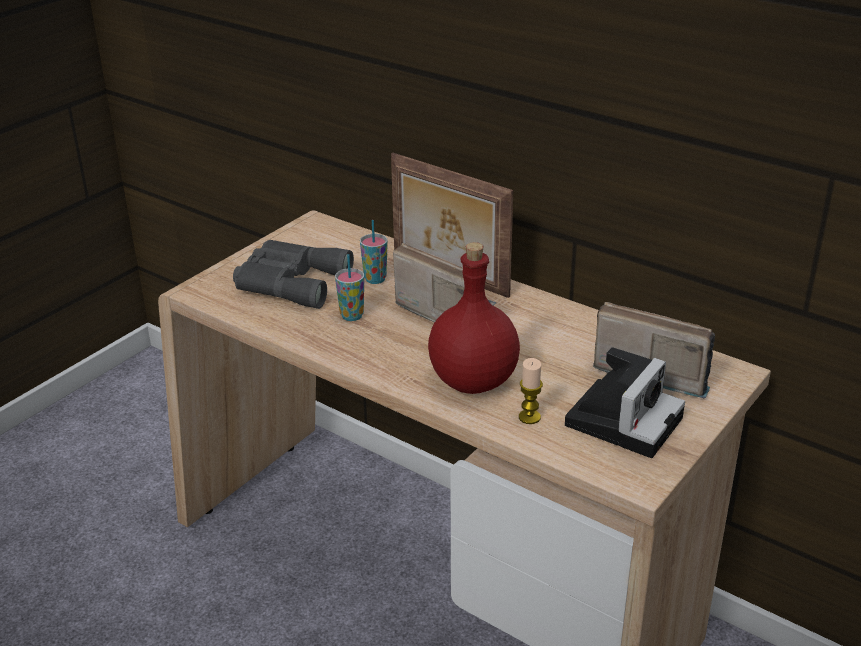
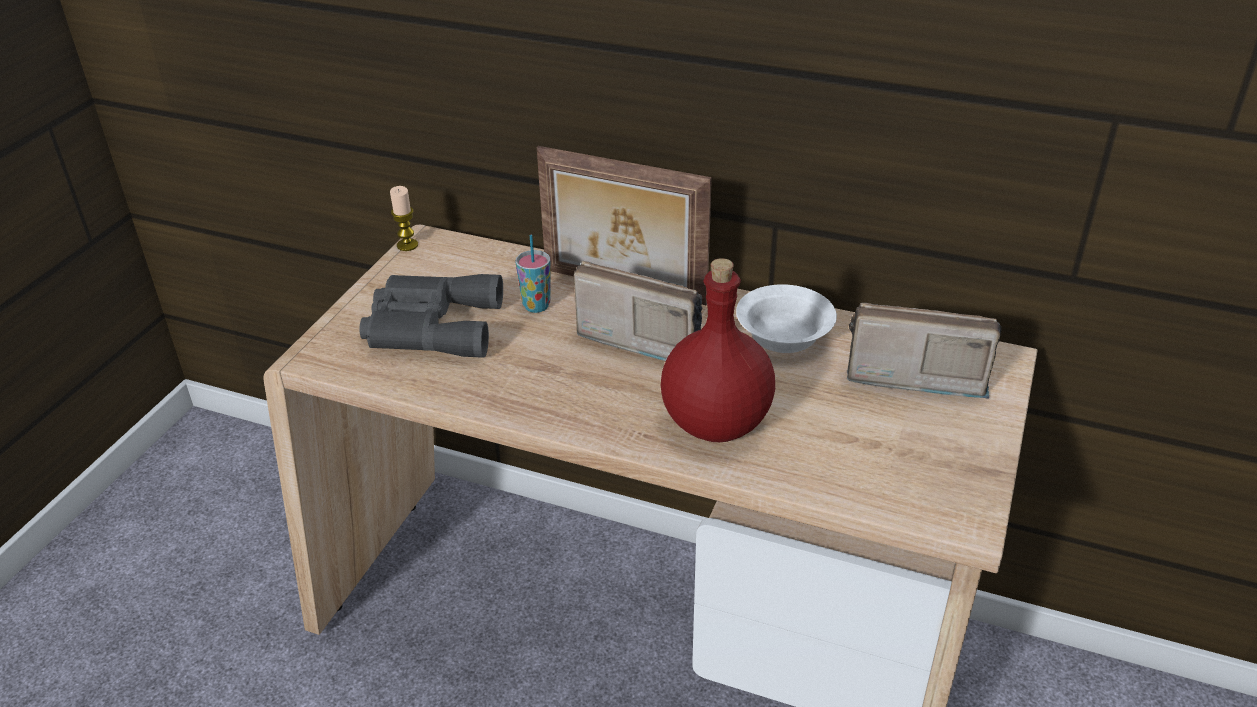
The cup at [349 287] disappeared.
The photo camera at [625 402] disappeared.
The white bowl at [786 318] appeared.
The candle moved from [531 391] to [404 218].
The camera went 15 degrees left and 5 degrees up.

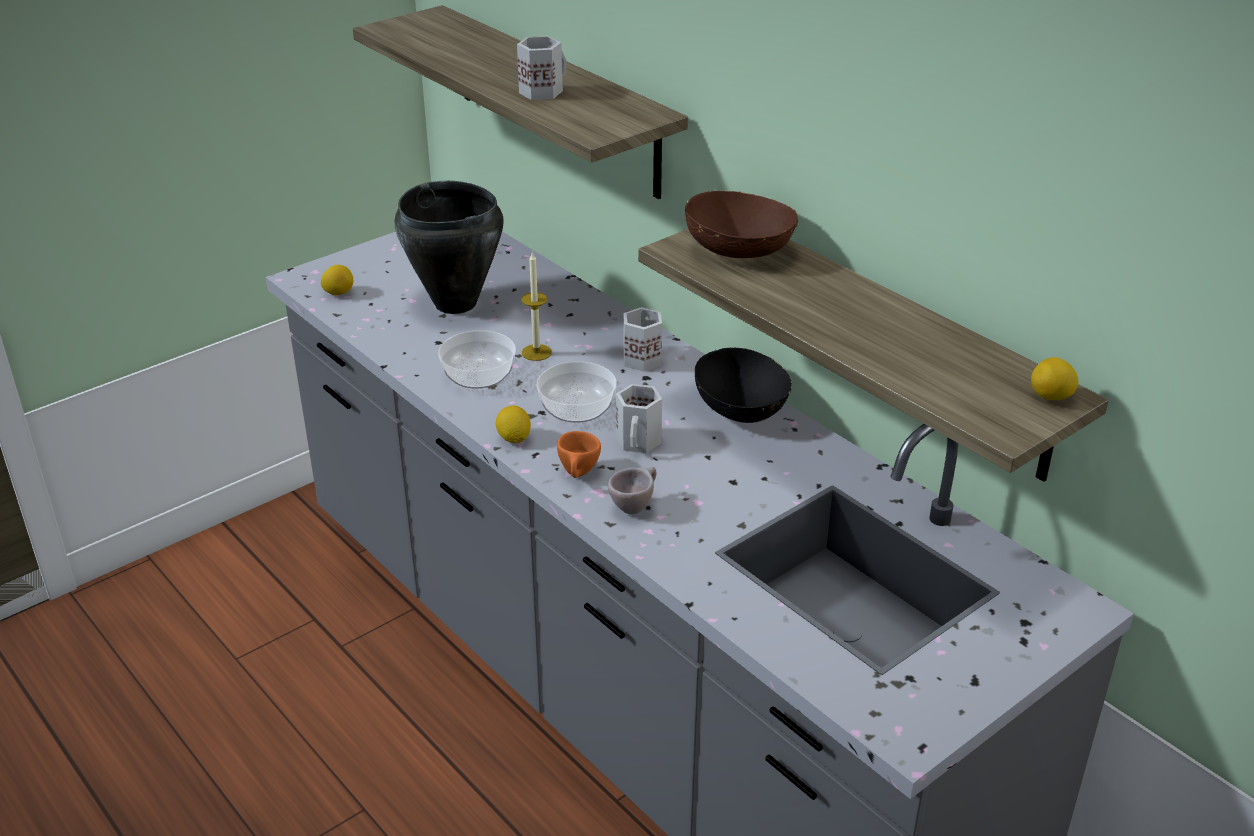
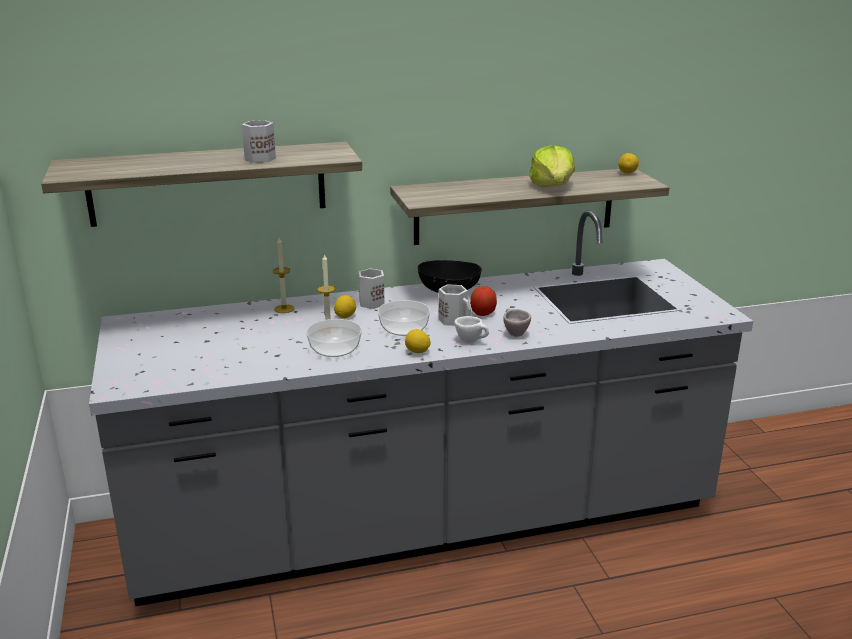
The black cooking pot at [449 247] disappeared.
The brown bowl at [741 224] disappeared.
The candle at [284 275] appeared.
The apple at [483 301] appeared.
The lettuce at [552 166] appeared.
The lemon moved from [337 280] to [345 306].
The orange cup at [579 454] became the white cup at [471 329].
The camera went 65 degrees left and 10 degrees down.

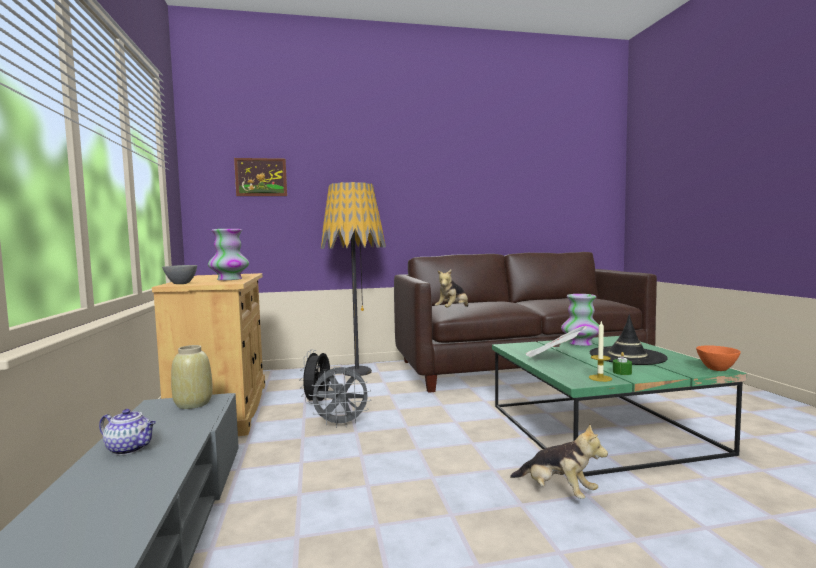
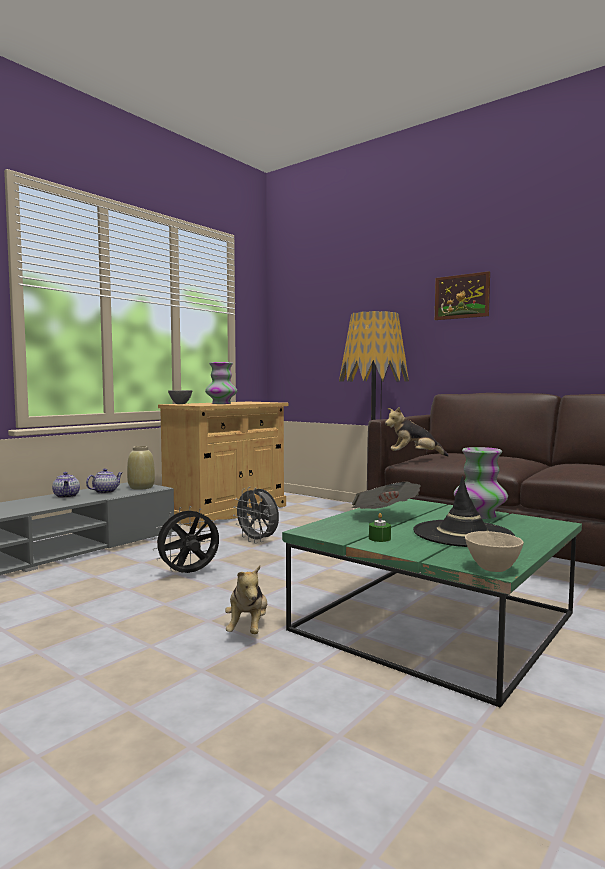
The candle at [600 352] disappeared.
The teapot at [104 481] appeared.
The picture moved from [260 177] to [462 295].
The black fan moved from [314 376] to [186 539].
The orange bowl at [718 358] became the beige bowl at [494 551].
The camera went 50 degrees right and 0 degrees up.

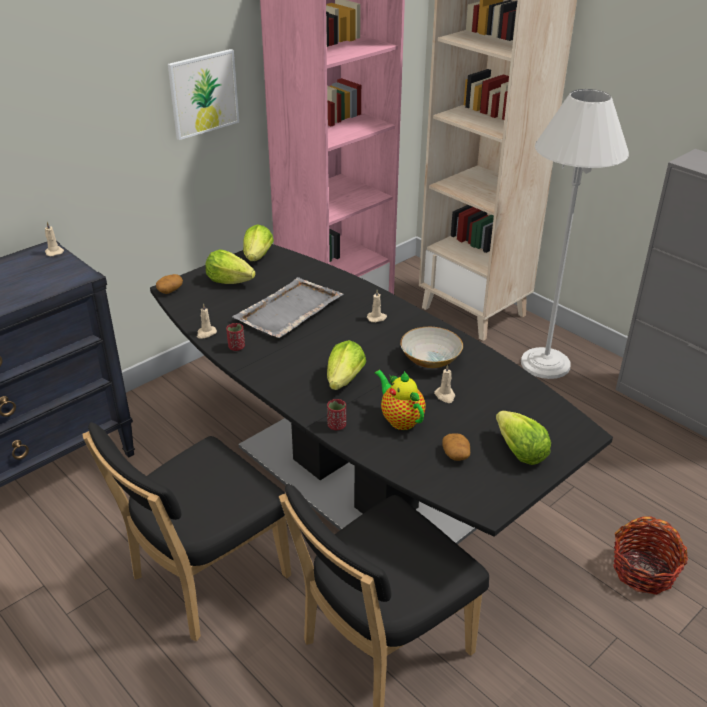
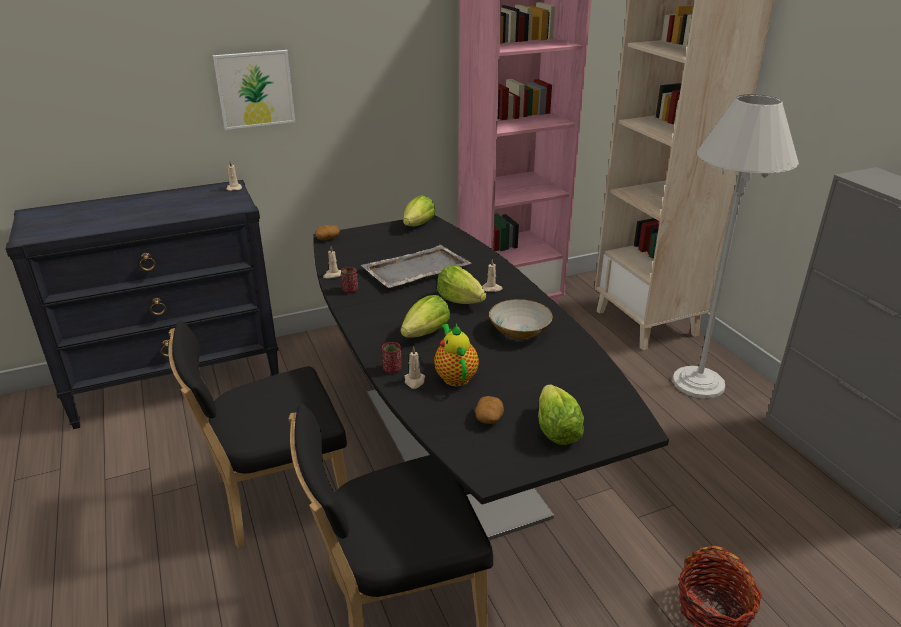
The picture moved from [203 94] to [254 90].
The lettuce moved from [230 266] to [461 284].
The beige candle moved from [444 383] to [415 367].
The camera went 20 degrees right and 5 degrees down.

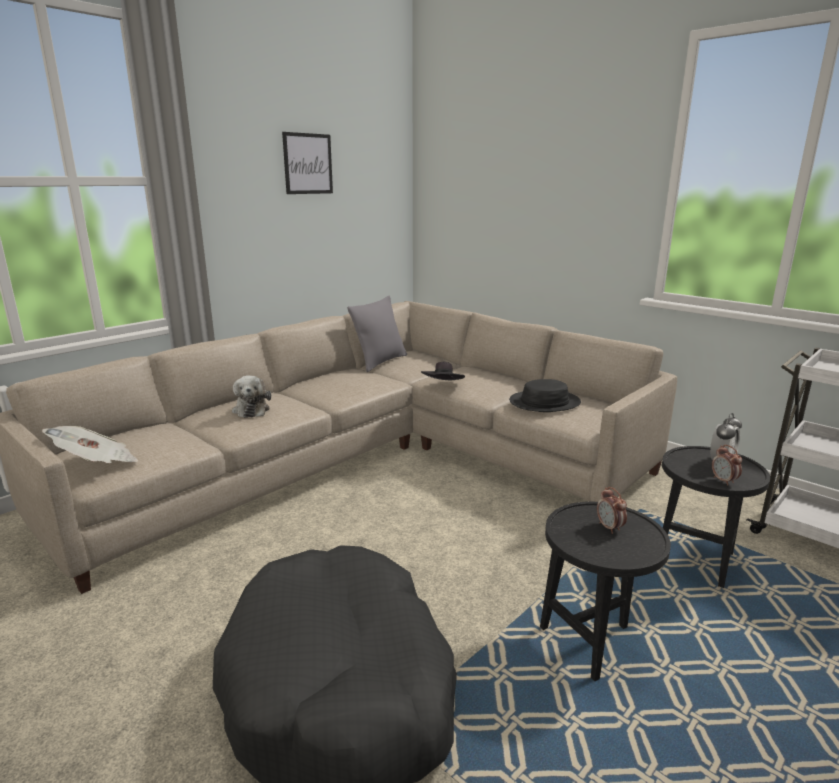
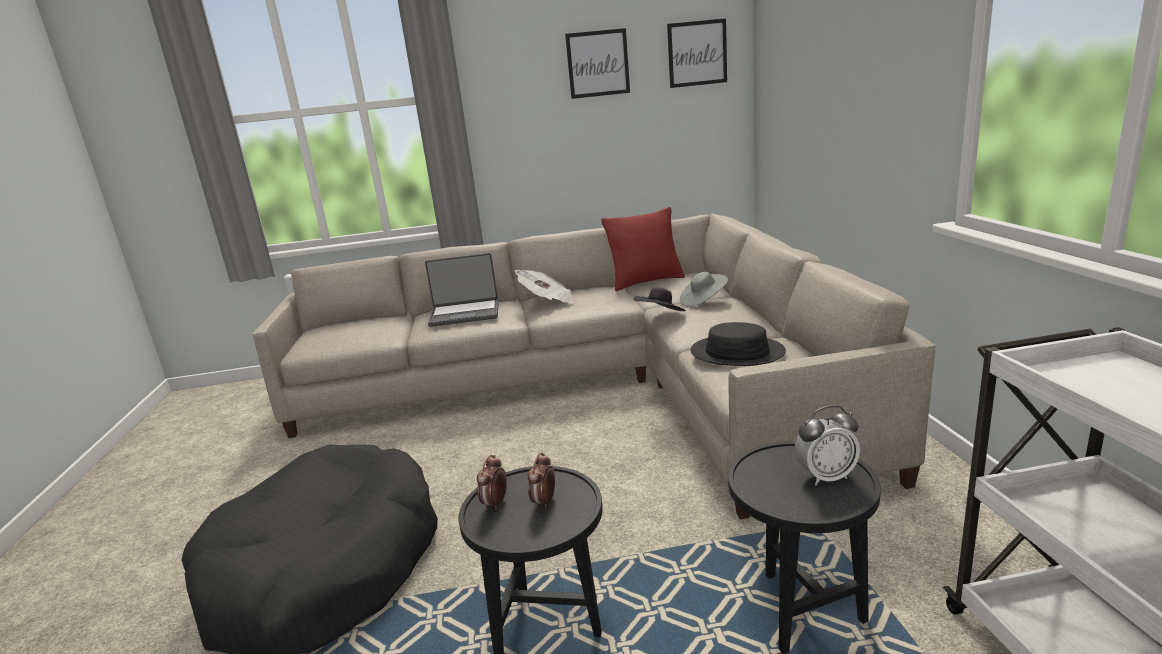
The picture at [697 53] appeared.
The grey hat at [704 289] appeared.
The newspaper moved from [90 444] to [543 286].
The alarm clock moved from [727 465] to [492 482].
The plush toy at [251 396] was replaced by the laptop at [462 290].
The grey pillow at [377 334] became the red pillow at [643 249].
The camera went 40 degrees right and 0 degrees up.

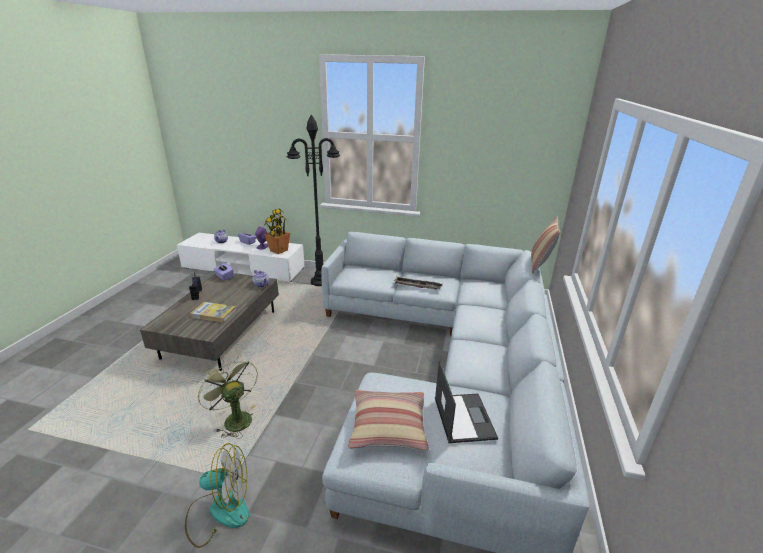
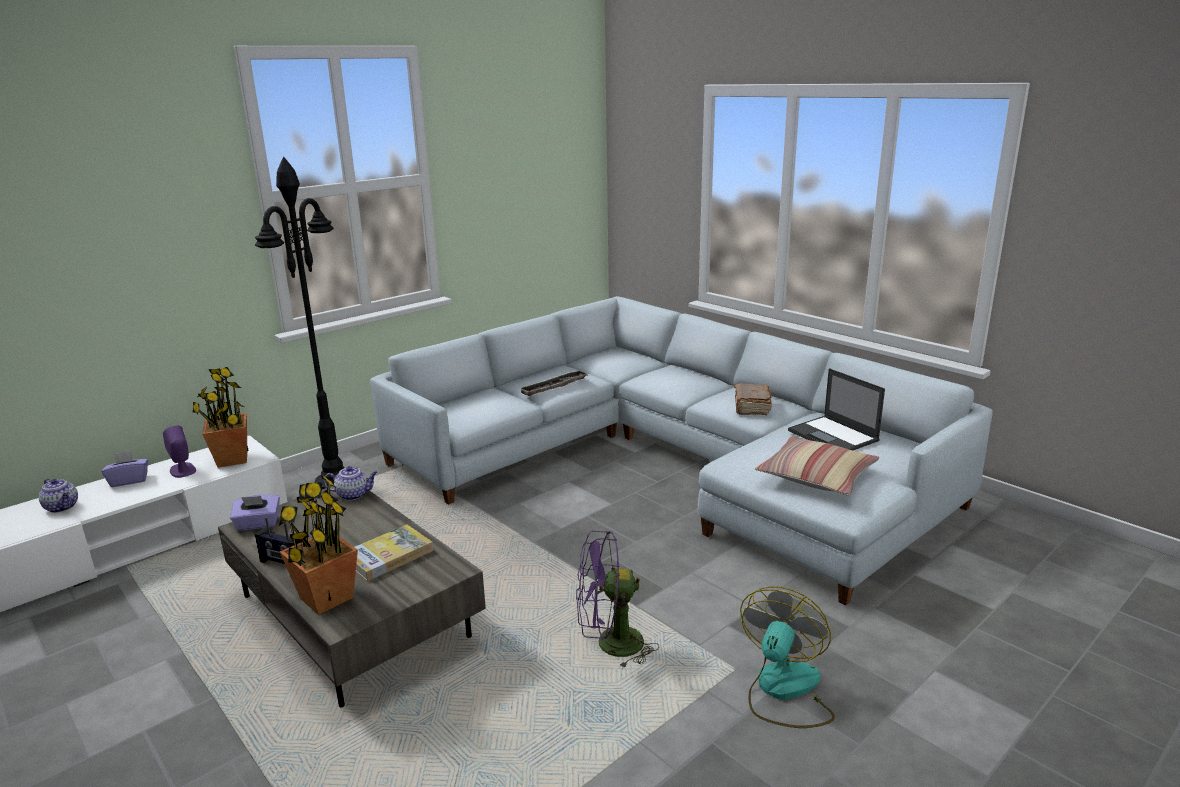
The pillow at [545 244] disappeared.
The potted plant at [318 545] appeared.
The brown book at [753 399] appeared.
The green fan at [226 397] became the purple fan at [617 600].
The laptop at [466 402] turned 150 degrees counterclockwise.
The camera went 55 degrees left and 5 degrees down.

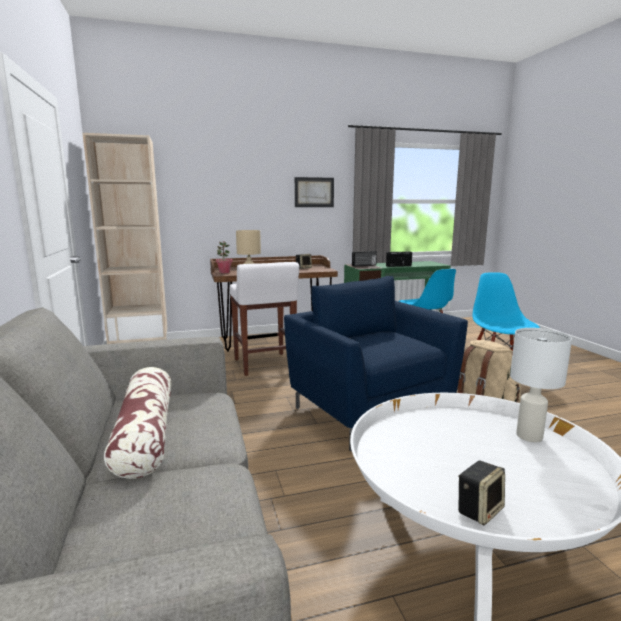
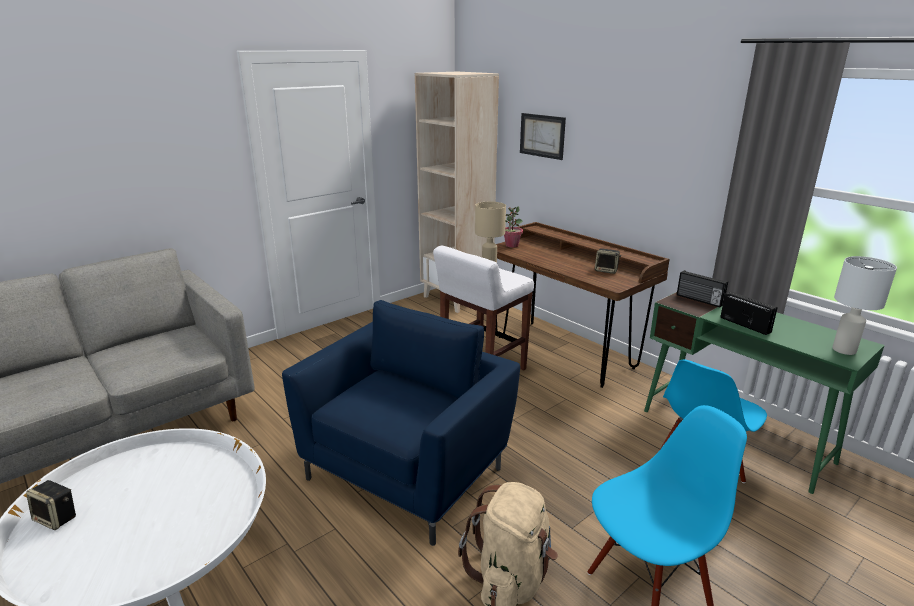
The pillow at [138 423] disappeared.
The picture moved from [314 192] to [543 136].
The white table lamp moved from [541 385] to [865 305].
The camera went 65 degrees right and 10 degrees up.

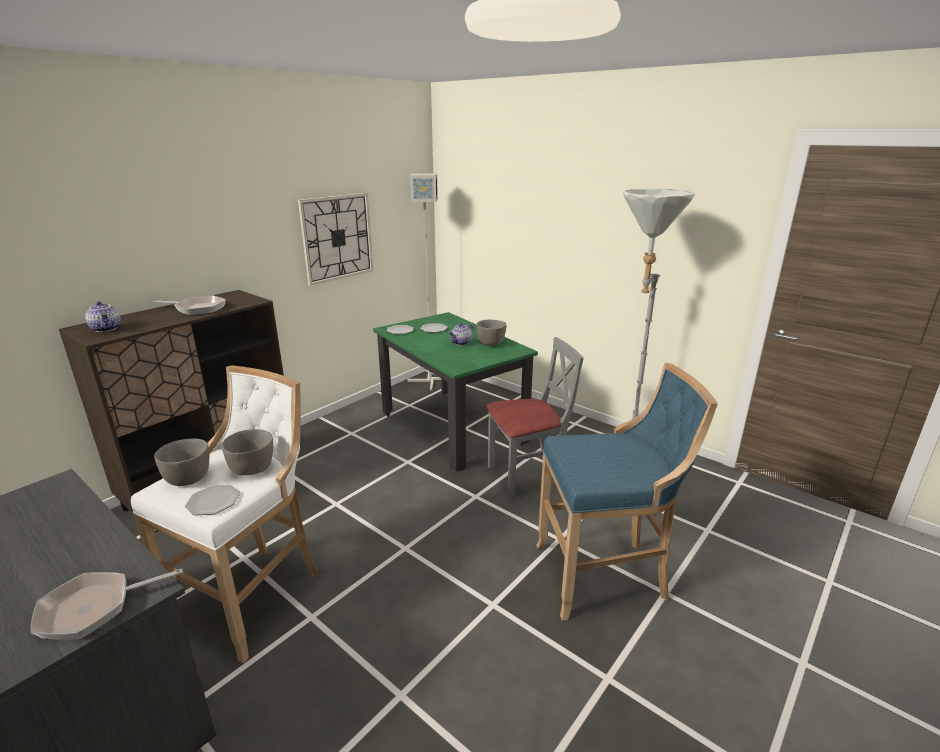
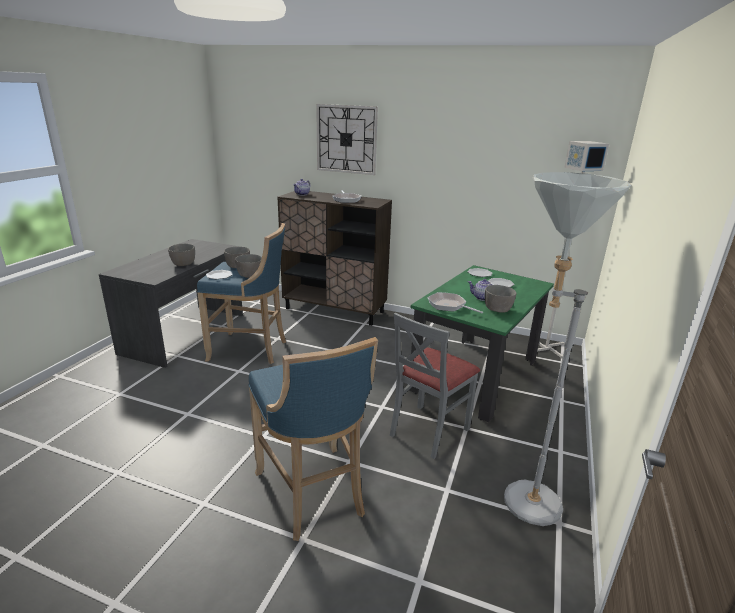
The grey bowl at [181 255] appeared.
The frying pan moved from [107 604] to [455 302].
The wall clock moved from [335 239] to [347 139].
The white stool at [225 514] became the blue stool at [241 293].
The grey chair at [535 419] turned 75 degrees clockwise.
The camera went 70 degrees right and 0 degrees up.

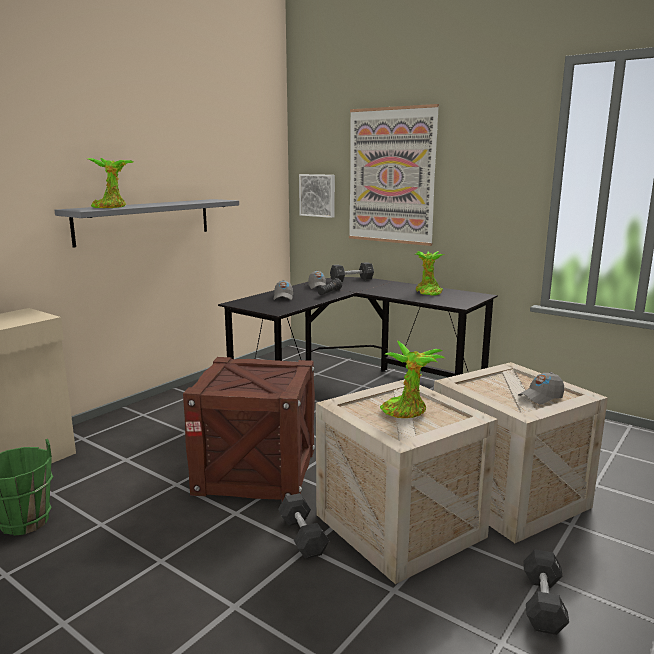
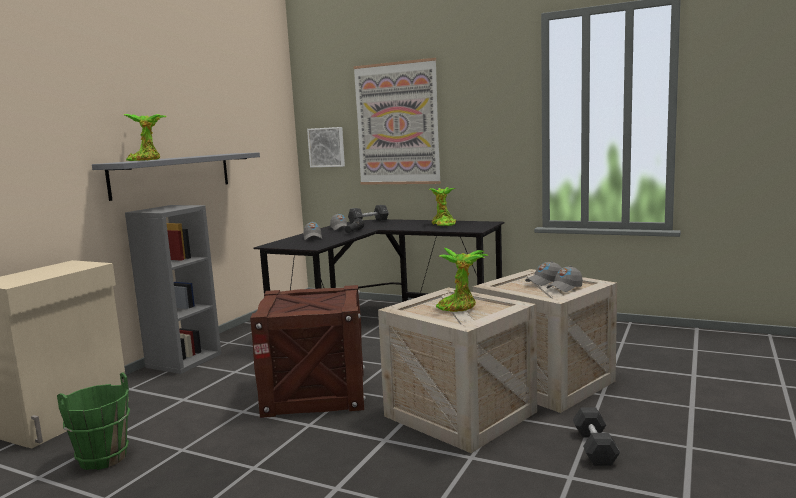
The black dumbbell at [303 526] disappeared.
The grey bookcase at [173 289] appeared.
The grey cap at [543 273] appeared.
The camera went 10 degrees left and 5 degrees down.

